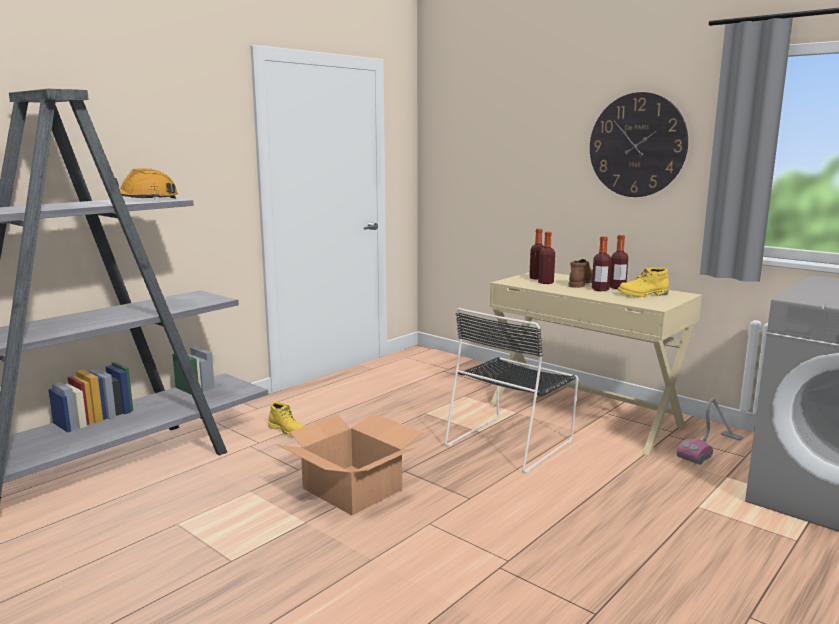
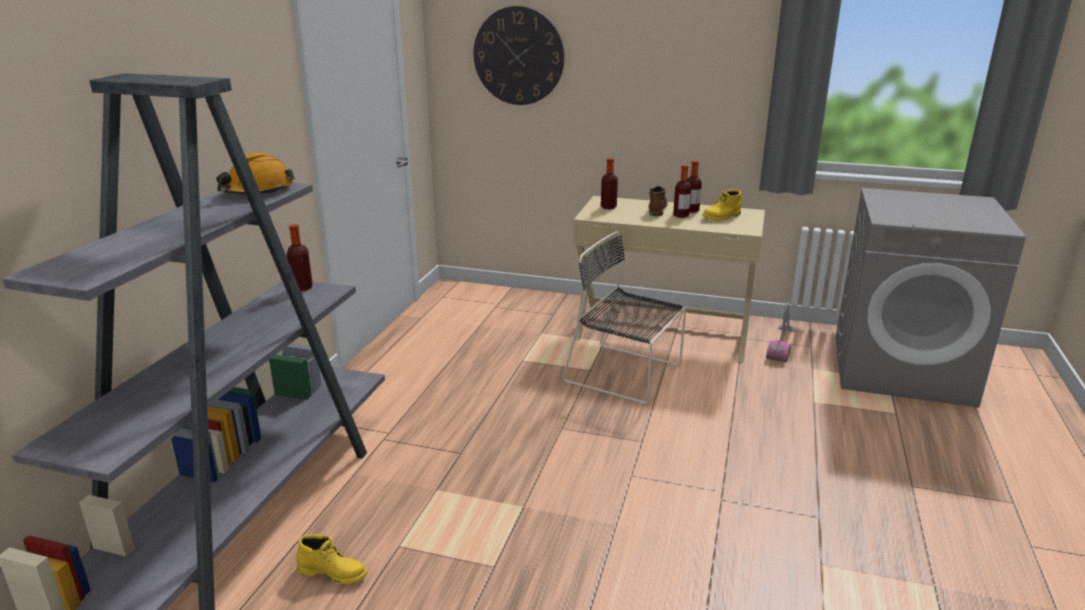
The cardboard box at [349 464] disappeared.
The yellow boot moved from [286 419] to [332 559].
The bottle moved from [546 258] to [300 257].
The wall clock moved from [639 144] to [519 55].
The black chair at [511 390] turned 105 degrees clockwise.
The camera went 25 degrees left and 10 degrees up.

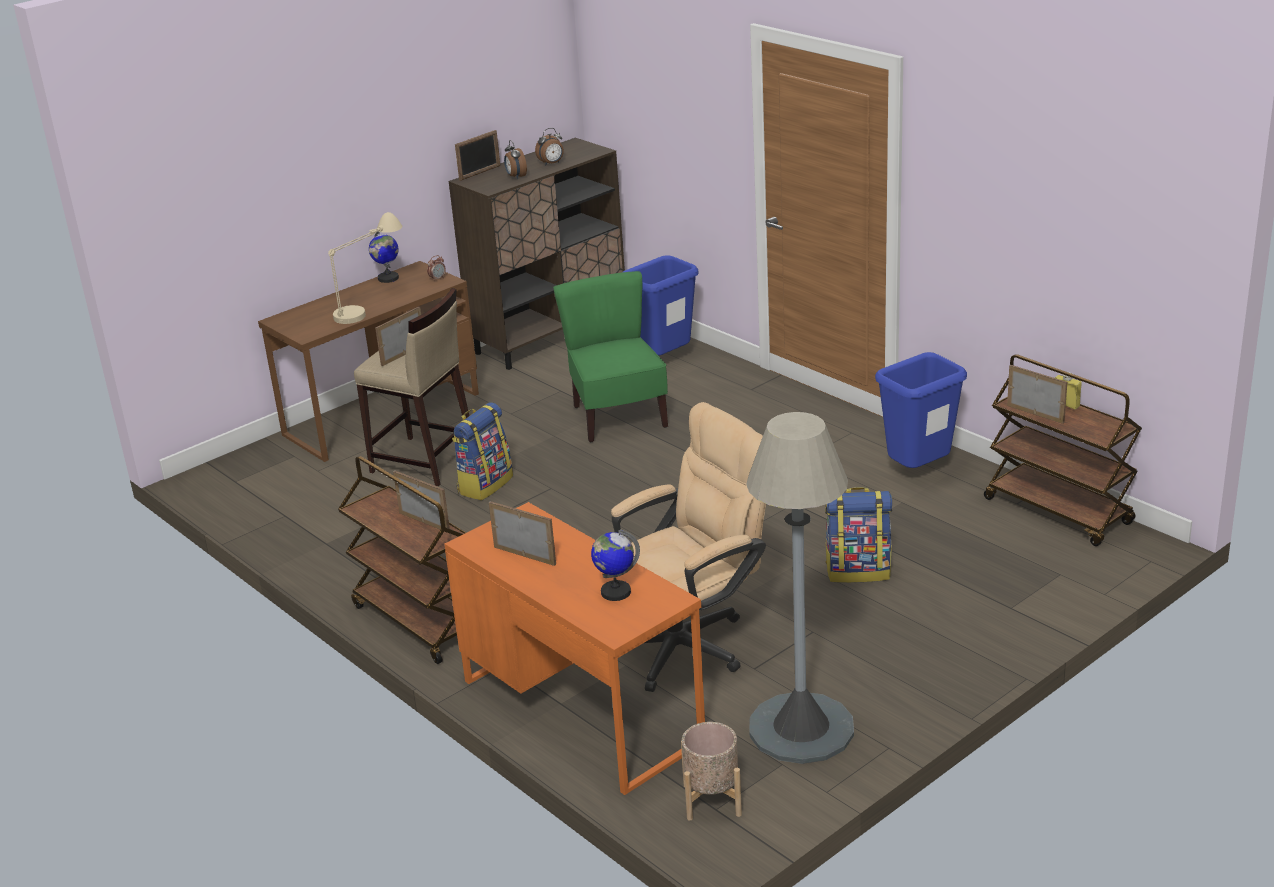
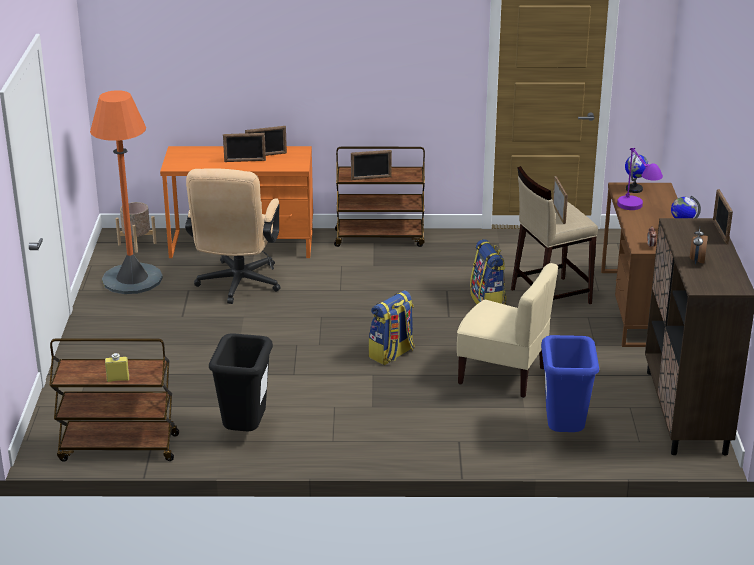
The alarm clock at [515 159] disappeared.
The globe moved from [615 565] to [637 173].
The backpack moved from [858 535] to [391 327].
The picture frame moved from [1037 394] to [244 147].
The beige table lamp at [365 268] became the purple table lamp at [640 179].
The green chair at [610 356] became the beige chair at [507 330].
The grey floor lamp at [800 588] became the orange floor lamp at [126 192].
The blue trash can at [921 410] became the black trash can at [241 382].
The camera went 130 degrees right and 0 degrees up.

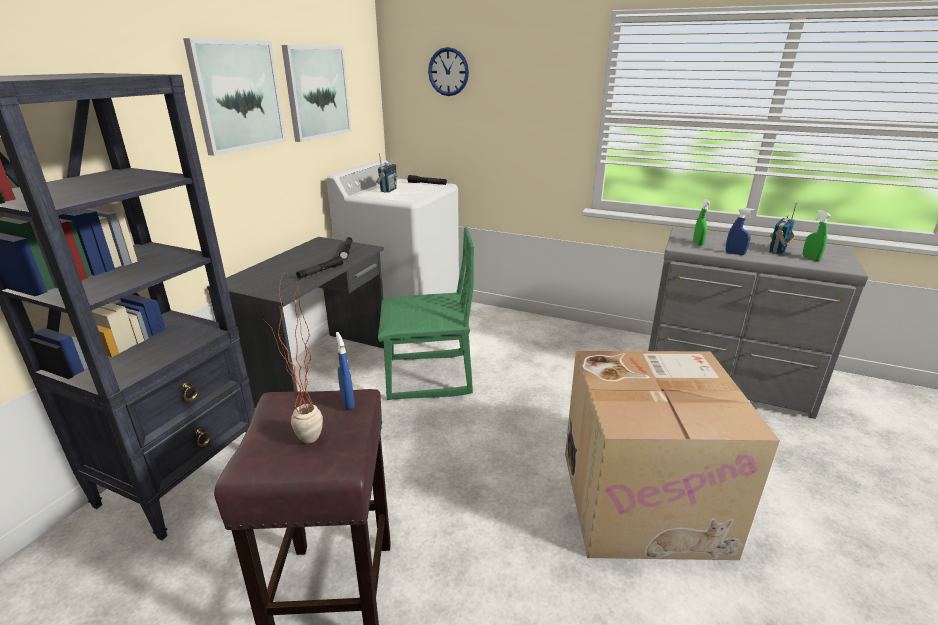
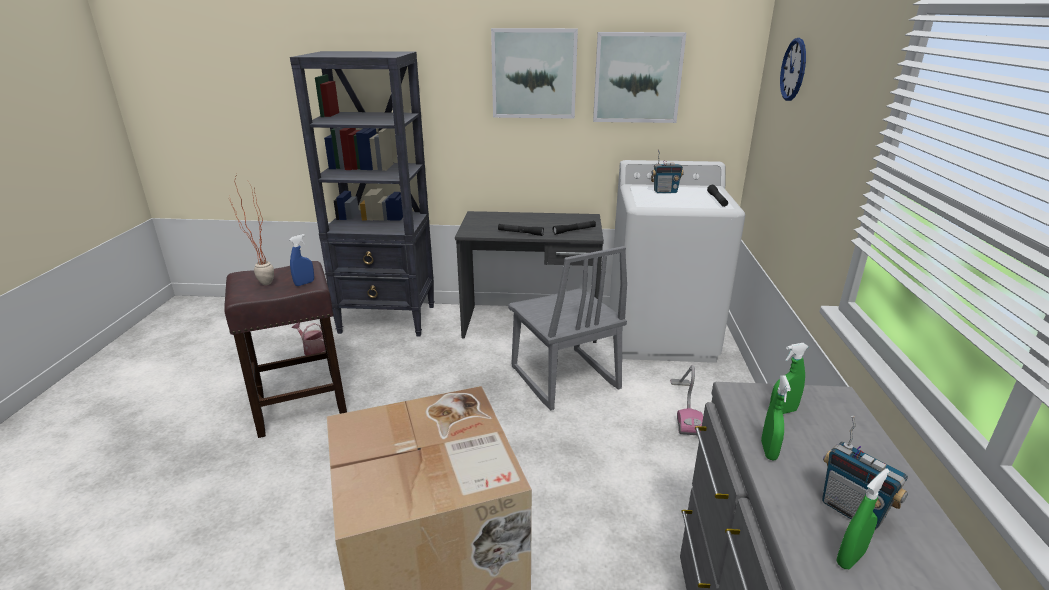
The watering can at [309 339] appeared.
The vacuum cleaner at [686 400] appeared.
The green chair at [426 313] became the grey chair at [567 328].
The blue spray bottle at [740 231] became the green spray bottle at [776 417].
The radio at [783 228] turned 150 degrees counterclockwise.
The camera went 70 degrees right and 0 degrees up.

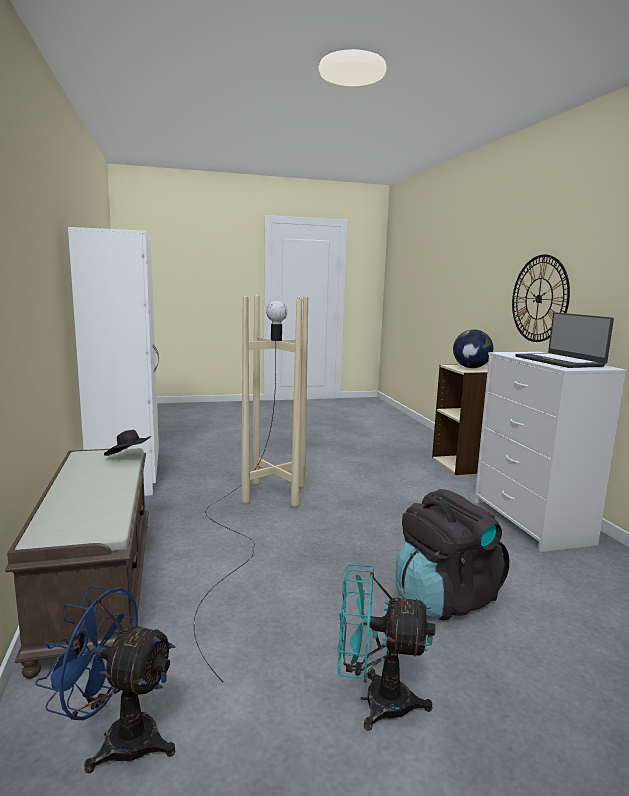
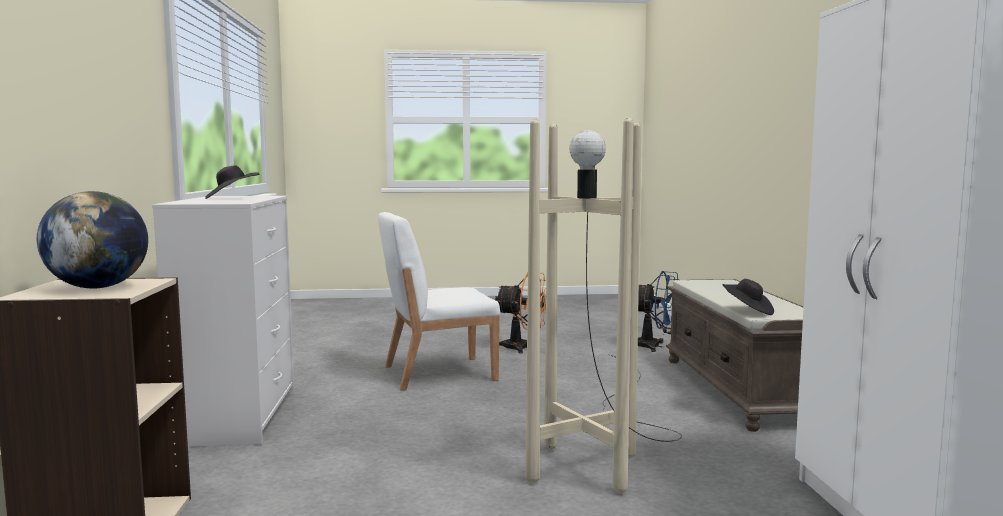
The wall clock at [541 298] disappeared.
The black backpack at [452 554] was replaced by the white chair at [439 301].
The laptop at [564 340] was replaced by the black hat at [232 182].
The turquoise fan at [386 647] became the orange fan at [520 313].
The camera went 170 degrees left and 5 degrees down.

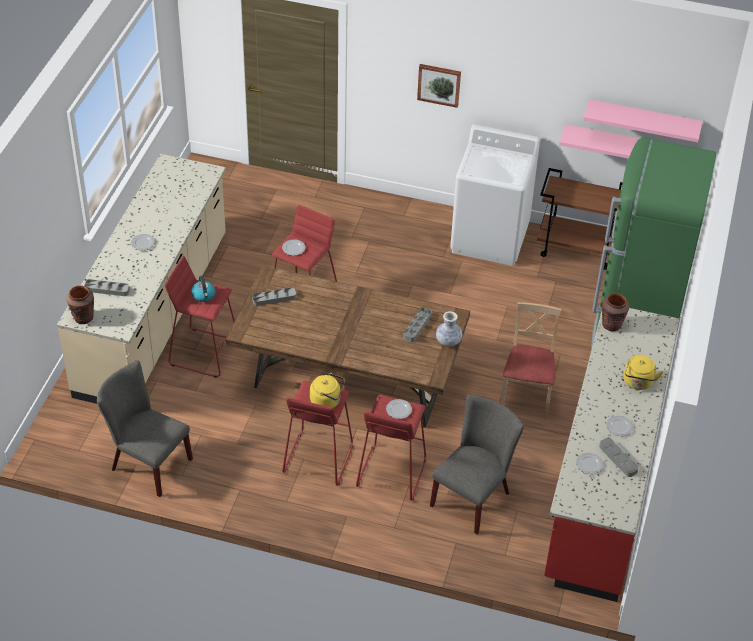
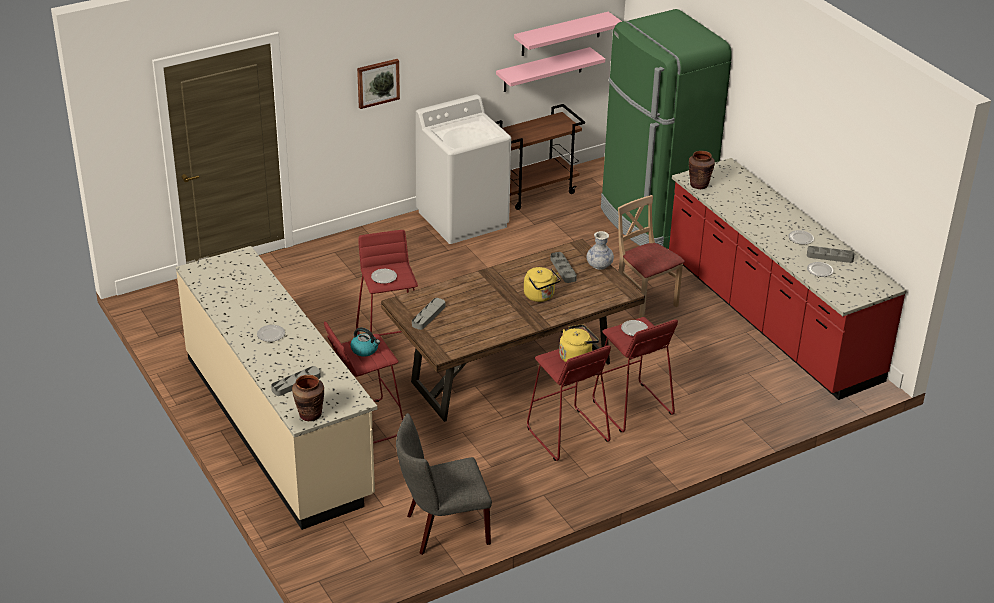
The grey chair at [477 464] disappeared.
The yellow kettle moved from [643 372] to [542 284].
The camera went 45 degrees left and 10 degrees down.

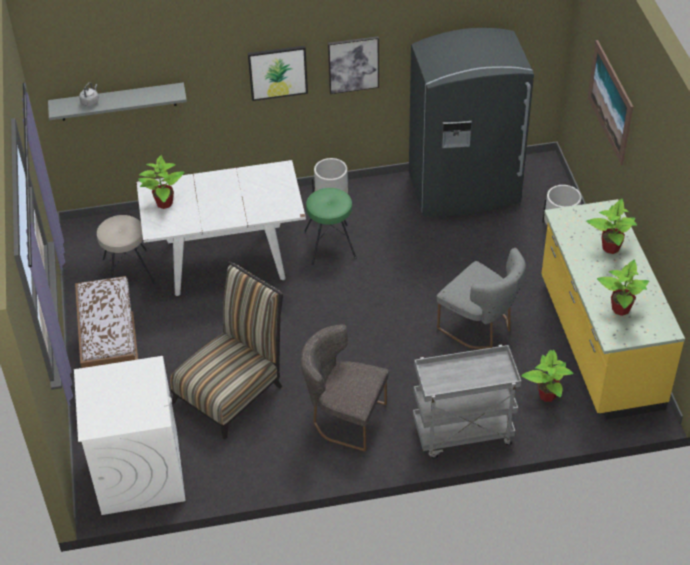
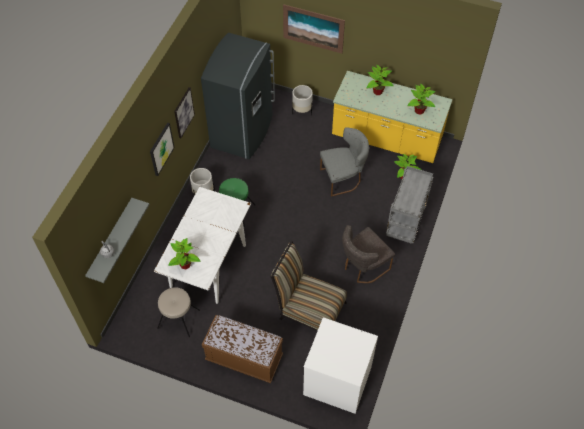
The chair at [226 350] turned 45 degrees counterclockwise.
The camera went 60 degrees left and 10 degrees up.

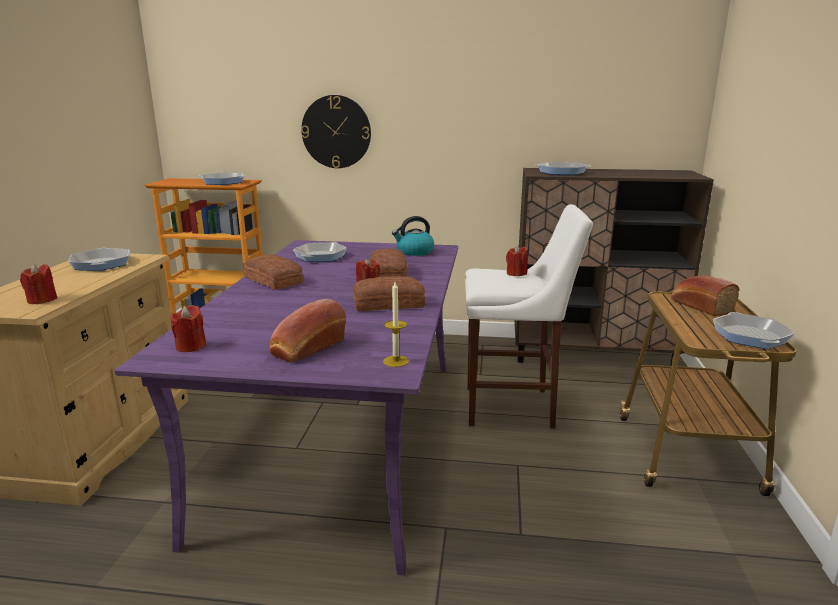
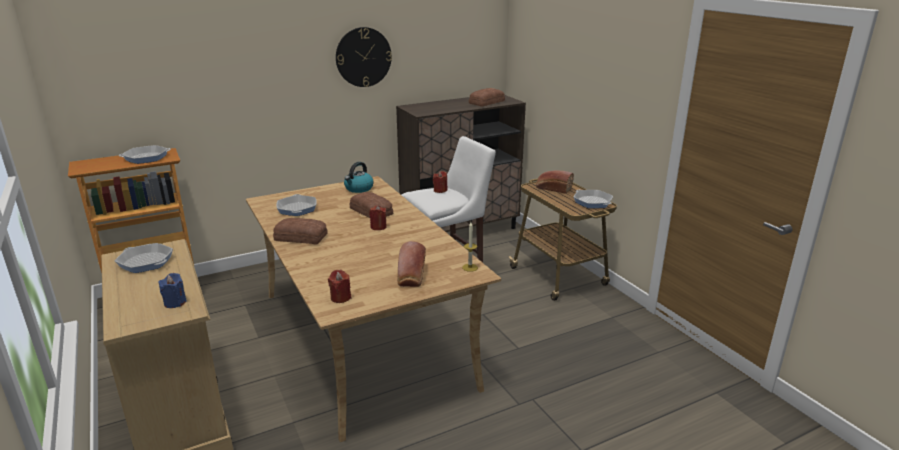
The frying pan at [562 168] disappeared.
The wall clock moved from [336 131] to [364 57].
The bread moved from [389 293] to [487 97].
The red candle at [38 284] became the blue candle at [172 290].
The purple dining table at [286 408] became the beige dining table at [373 309].
The camera went 35 degrees left and 5 degrees up.

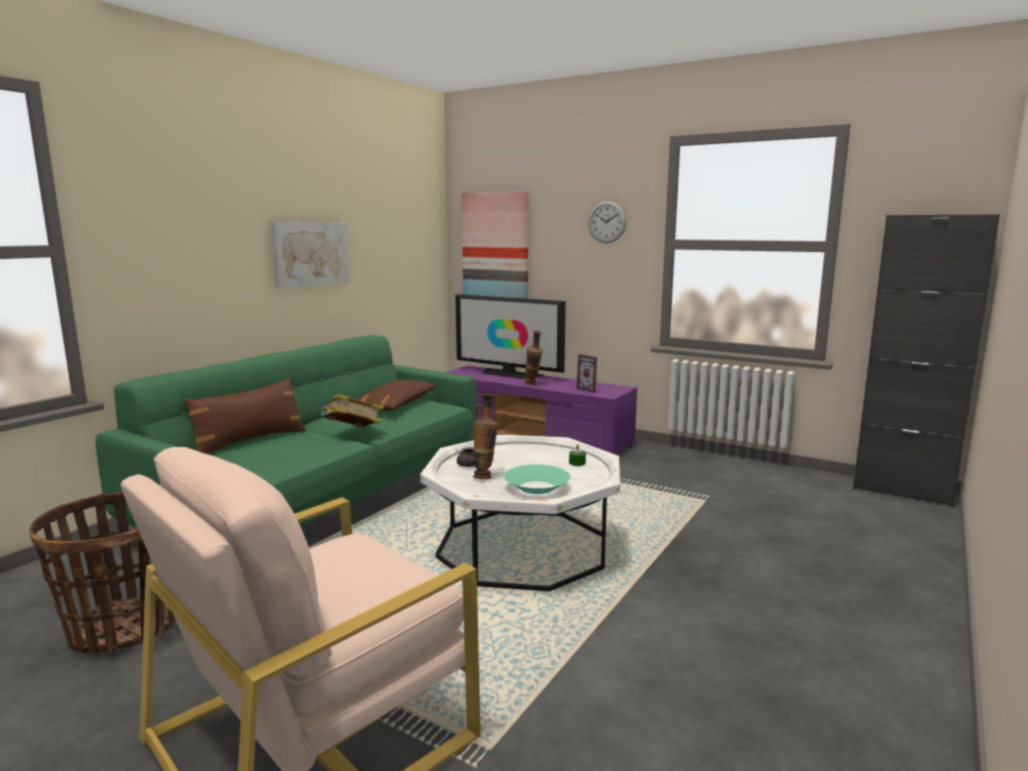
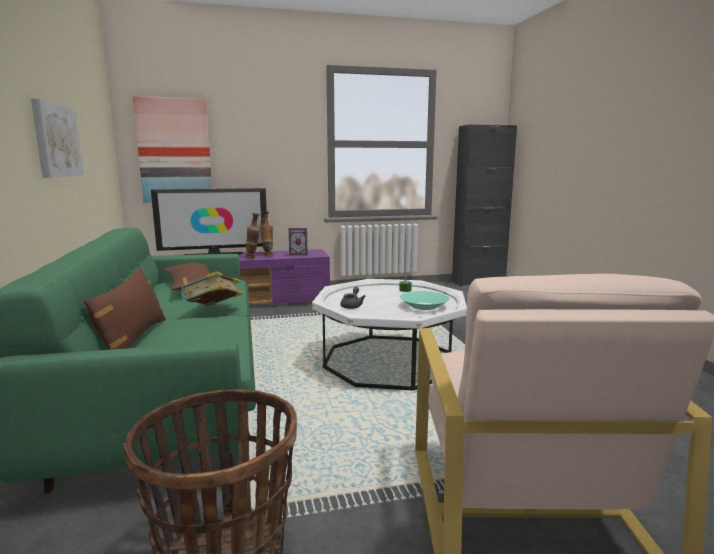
The wall clock at [607 222] disappeared.
The vase moved from [485 436] to [266 234].
The camera went 45 degrees left and 0 degrees up.

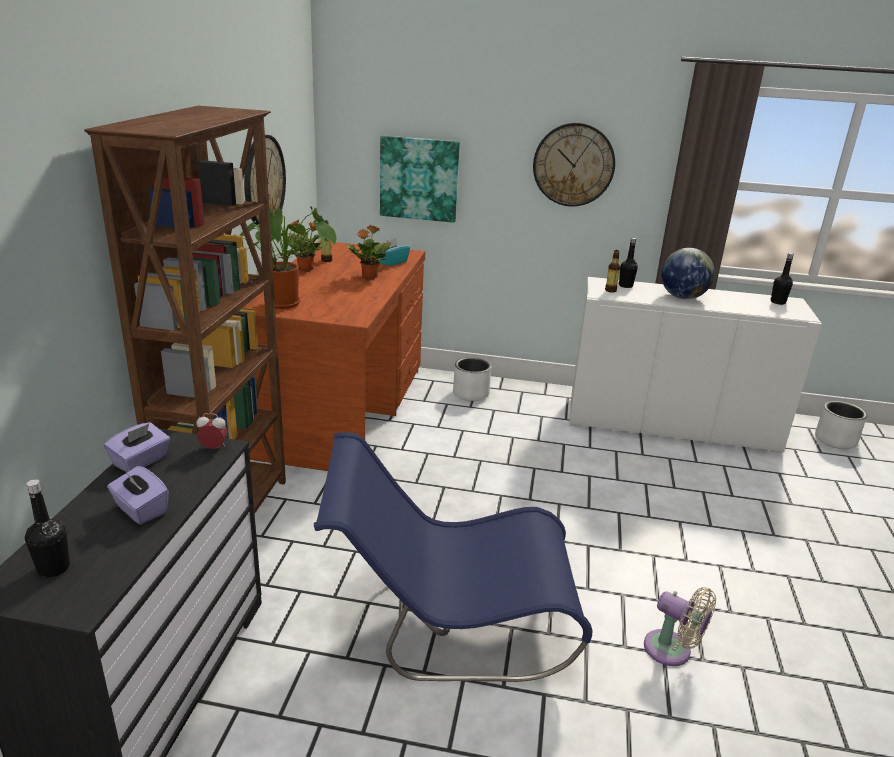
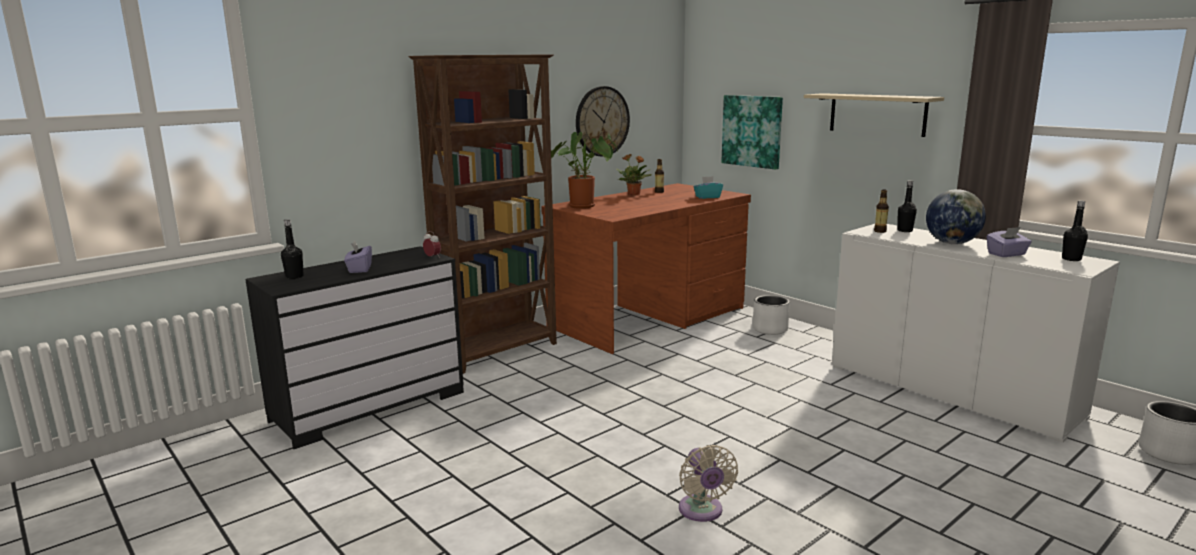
The blue chair at [453 557] disappeared.
The potted plant at [369 252] disappeared.
The purple tissue box moved from [137 447] to [1009 242].
The wall clock at [574 165] was replaced by the beige shelf at [874 115].
The camera went 40 degrees right and 10 degrees down.

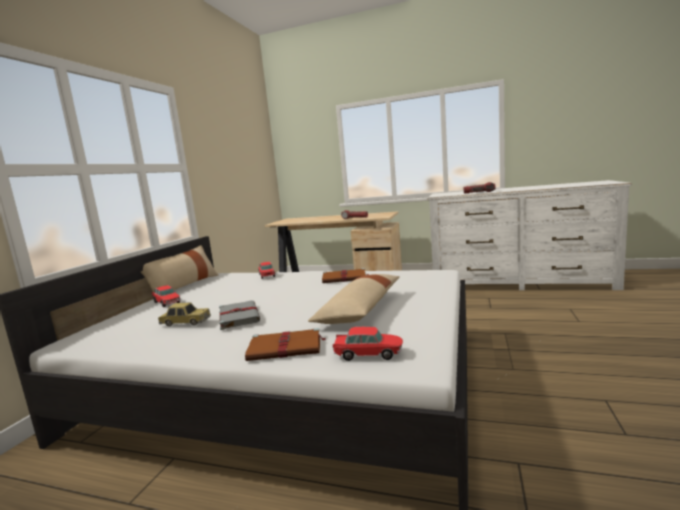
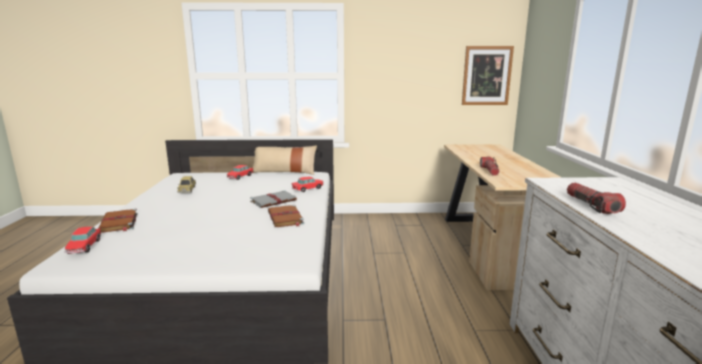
The beige pillow at [354 299] disappeared.
The picture at [488 75] appeared.
The grey book moved from [239 315] to [273 199].
The camera went 70 degrees right and 5 degrees up.

